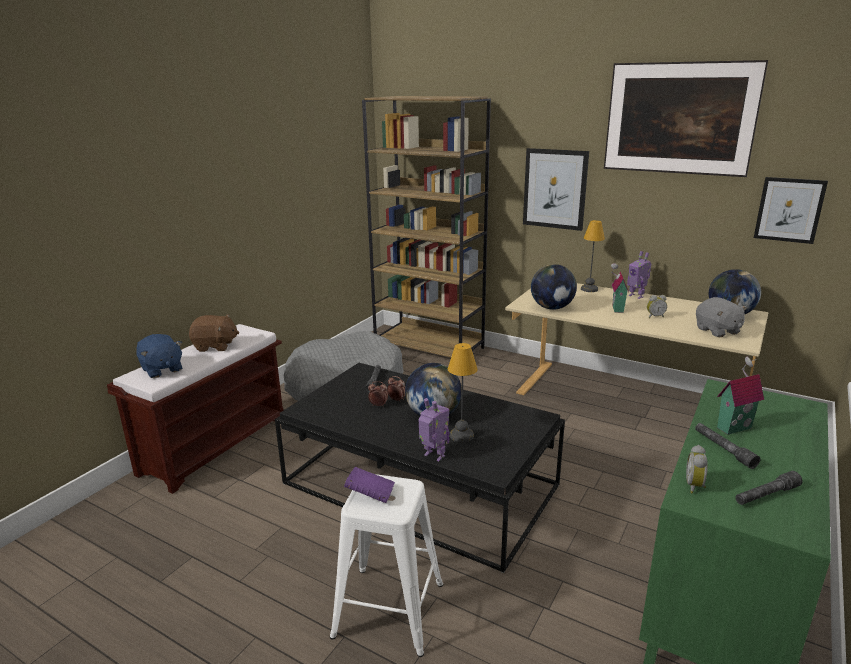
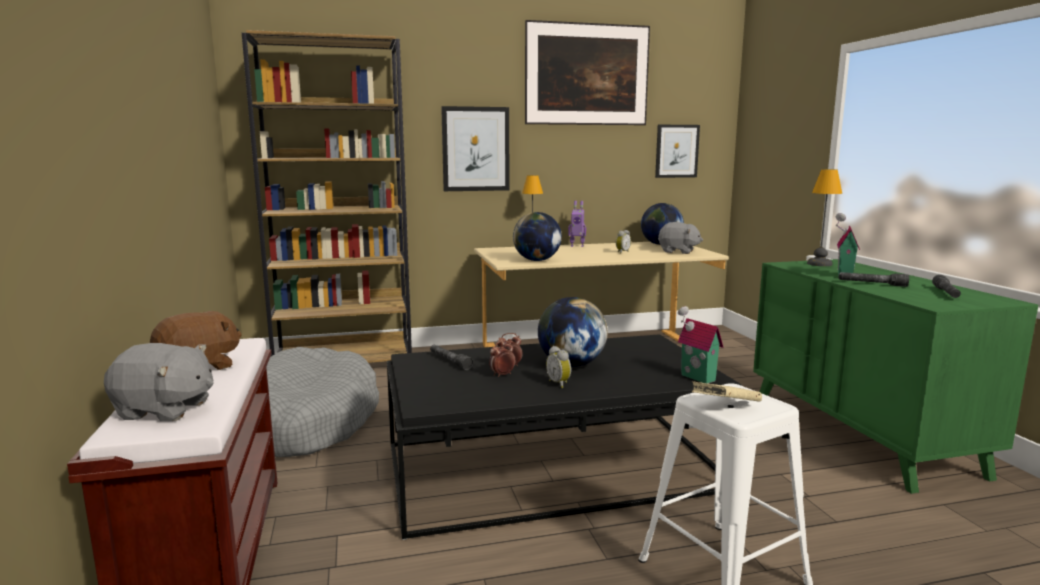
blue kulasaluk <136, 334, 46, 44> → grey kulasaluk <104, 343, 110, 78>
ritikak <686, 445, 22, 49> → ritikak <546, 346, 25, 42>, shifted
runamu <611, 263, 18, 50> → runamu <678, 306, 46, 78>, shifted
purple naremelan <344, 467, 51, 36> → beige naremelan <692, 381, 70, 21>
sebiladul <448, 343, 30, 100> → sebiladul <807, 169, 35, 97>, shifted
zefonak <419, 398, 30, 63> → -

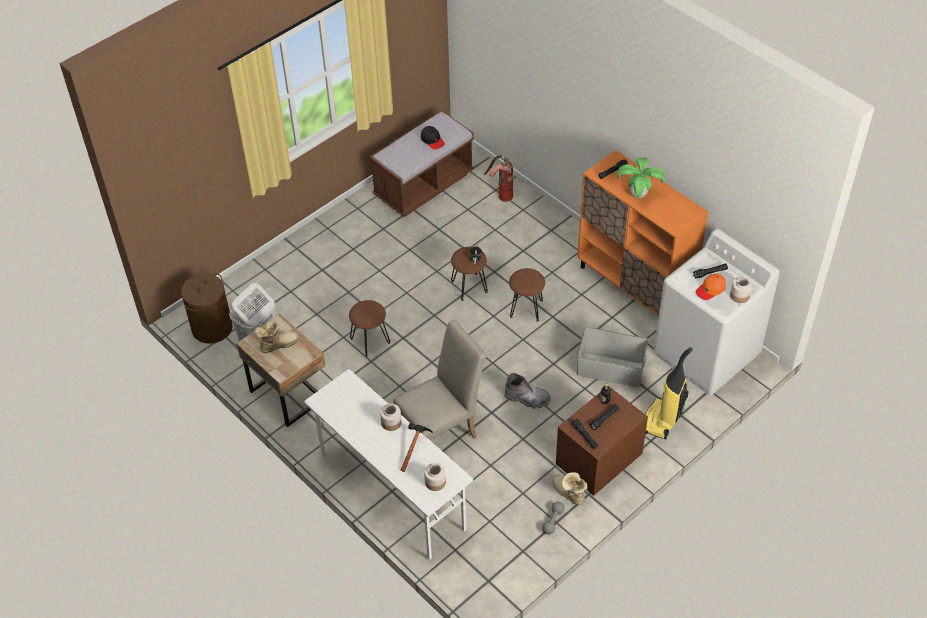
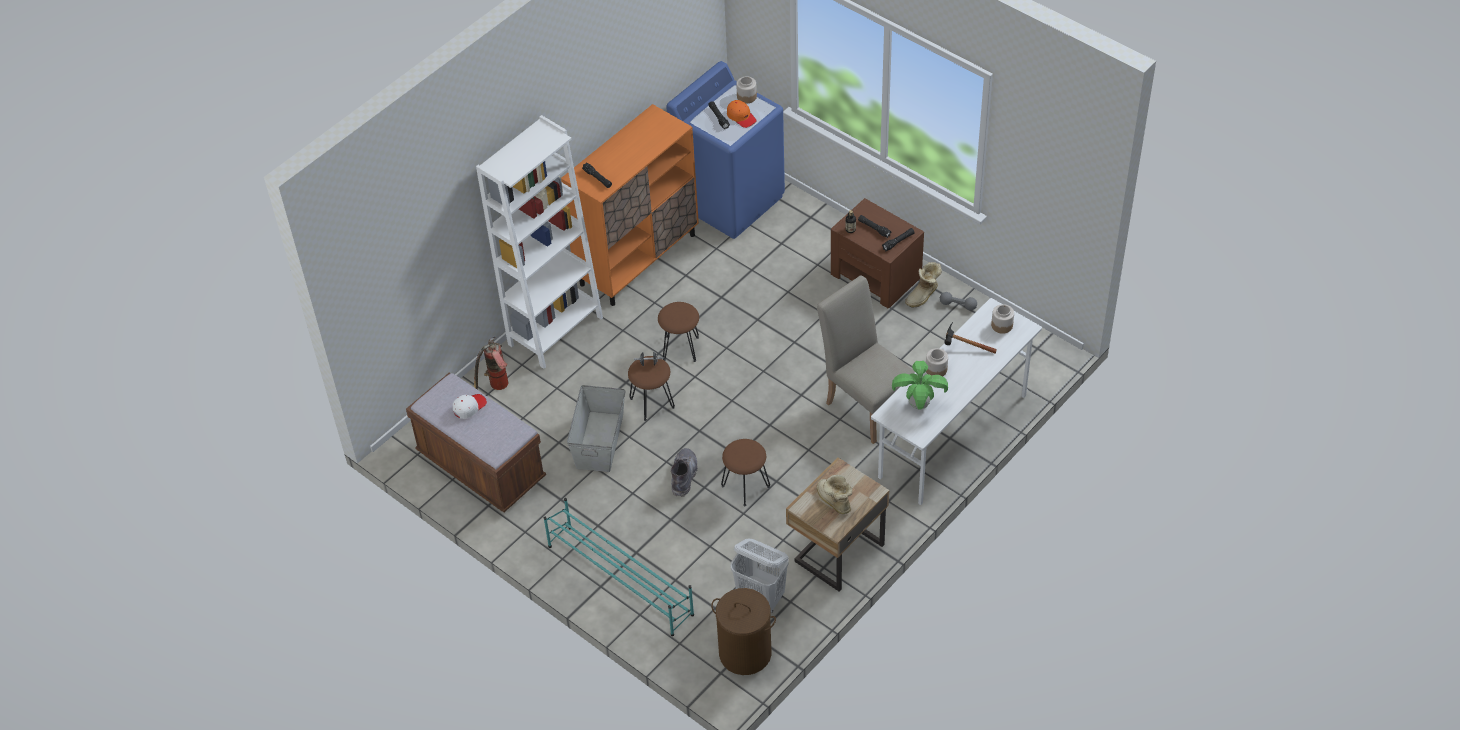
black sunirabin <421, 126, 24, 24> → white sunirabin <453, 394, 34, 25>
- → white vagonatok <476, 115, 127, 254>
- → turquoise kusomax <544, 498, 150, 138>
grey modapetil <577, 327, 72, 60> → grey modapetil <567, 385, 58, 87>, shifted
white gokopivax <654, 229, 126, 167> → blue gokopivax <666, 61, 119, 178>
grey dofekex <504, 373, 47, 36> → grey dofekex <671, 448, 27, 49>, shifted
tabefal <617, 157, 47, 41> → tabefal <892, 361, 56, 49>, shifted
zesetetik <645, 347, 48, 92> → -

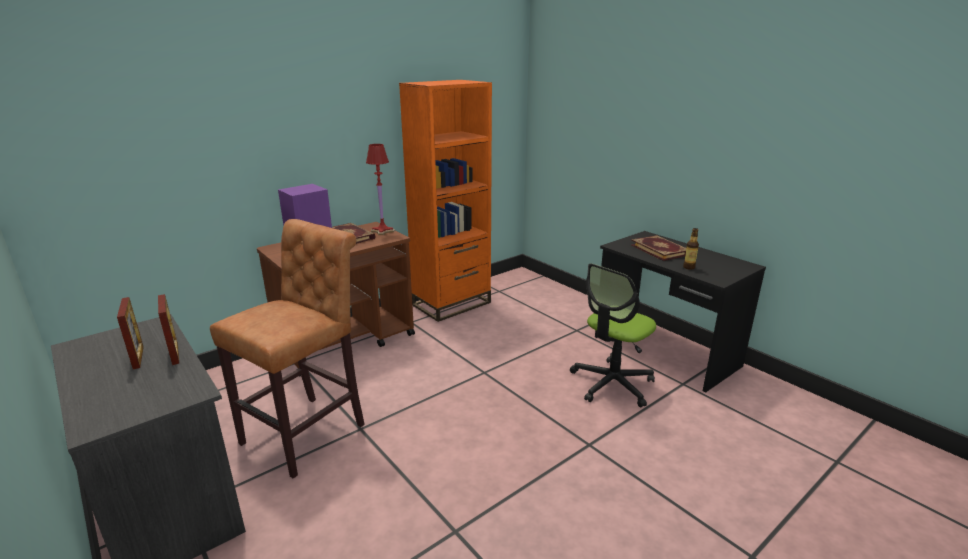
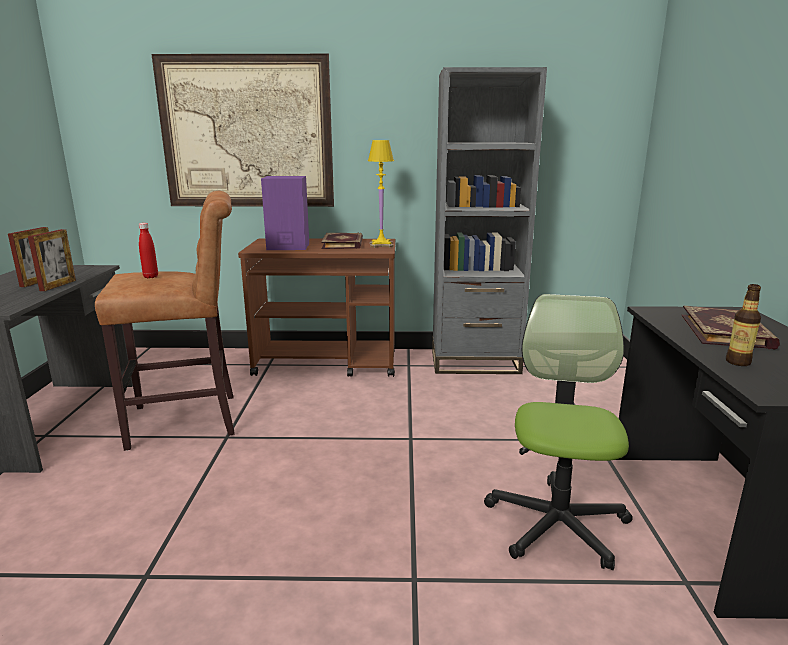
- → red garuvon <139, 223, 19, 55>
- → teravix <151, 54, 183, 153>
red sebiladul <366, 144, 29, 91> → yellow sebiladul <368, 140, 26, 108>
orange vagonatok <399, 80, 93, 242> → grey vagonatok <432, 67, 115, 307>
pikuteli <570, 263, 86, 144> → pikuteli <484, 294, 149, 276>, 105 degrees clockwise

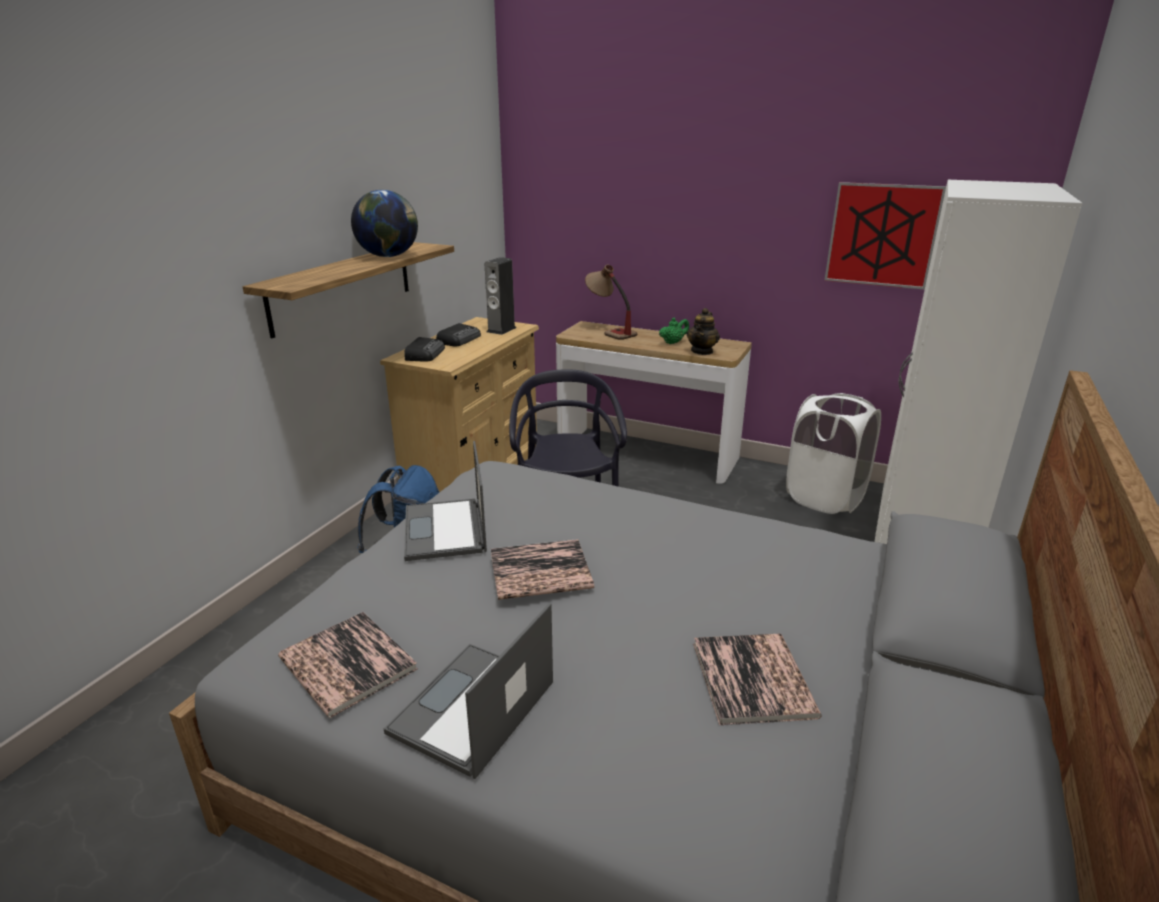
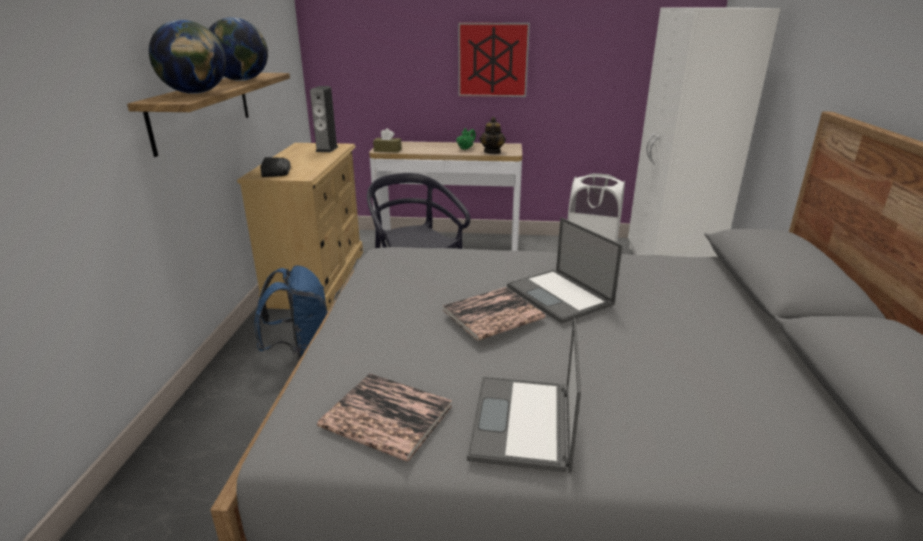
- → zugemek <149, 20, 77, 74>
- → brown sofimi <373, 128, 29, 25>
teravix <824, 182, 122, 108> → teravix <458, 23, 72, 74>, shifted
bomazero <404, 441, 83, 120> → bomazero <507, 217, 116, 107>, shifted
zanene <436, 323, 45, 23> → -
sebiladul <585, 265, 52, 75> → -
naremelan <693, 634, 129, 91> → -

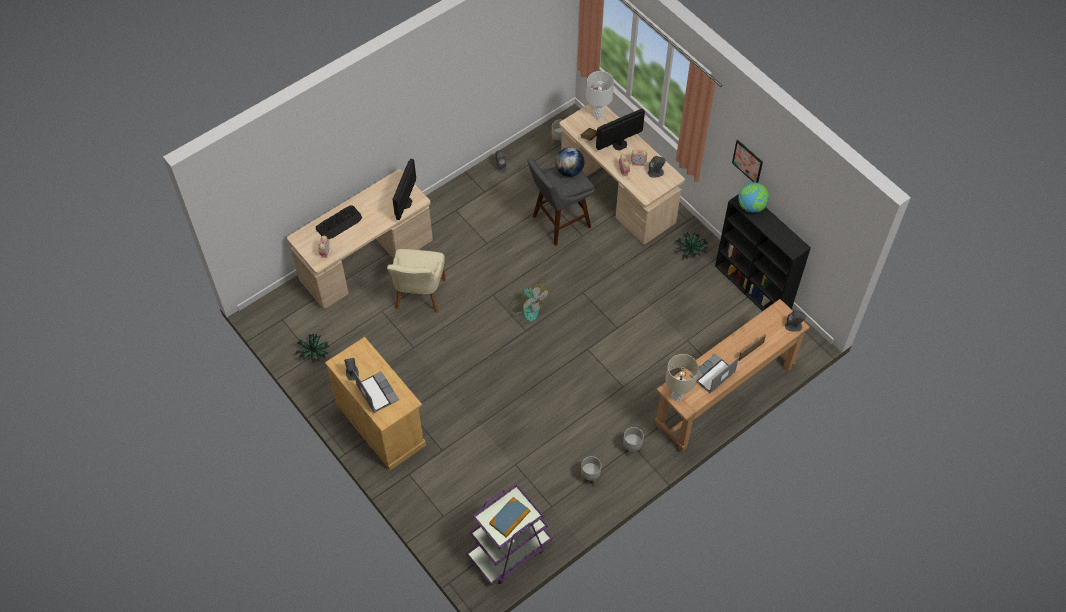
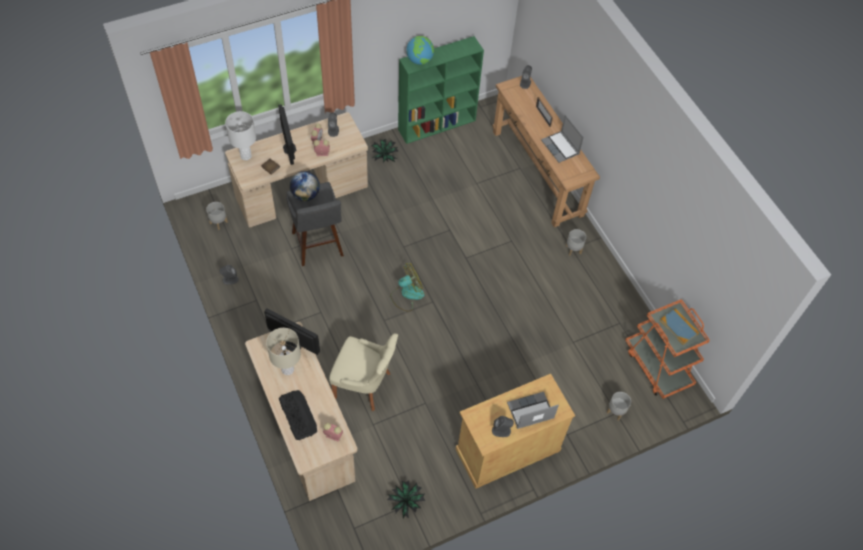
beige sebiladul <665, 354, 34, 47> → beige sebiladul <266, 328, 35, 47>, shifted
black vagonatok <715, 194, 96, 117> → green vagonatok <398, 36, 86, 108>
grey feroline <581, 456, 20, 29> → grey feroline <607, 392, 24, 28>, shifted
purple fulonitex <466, 484, 86, 102> → orange fulonitex <625, 299, 85, 100>
teravix <732, 140, 31, 43> → -

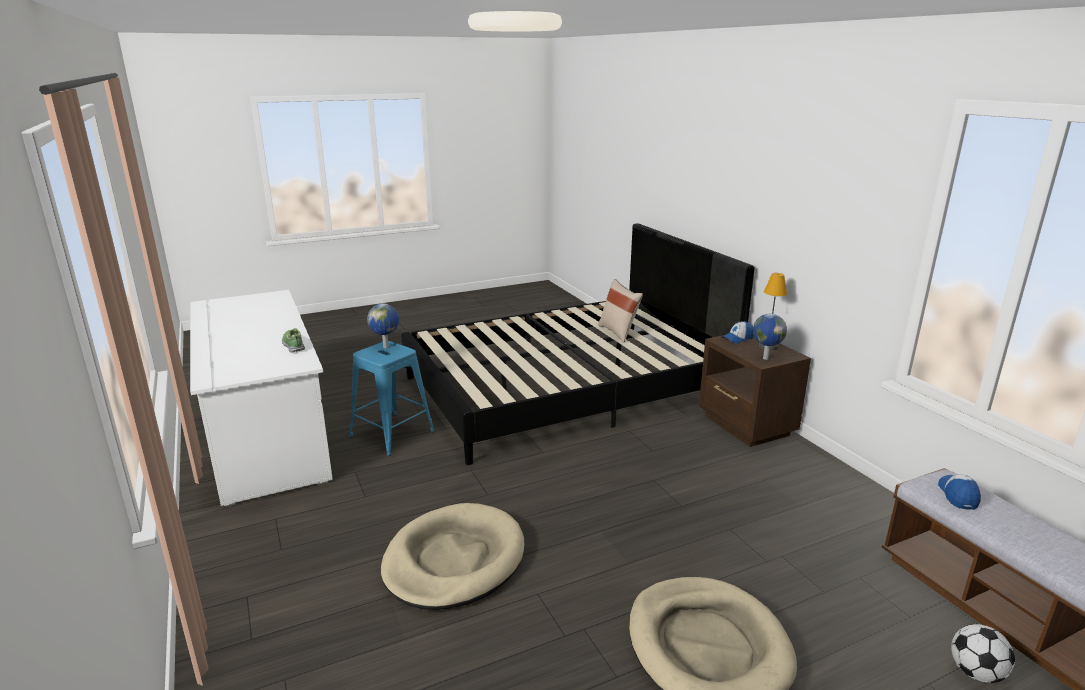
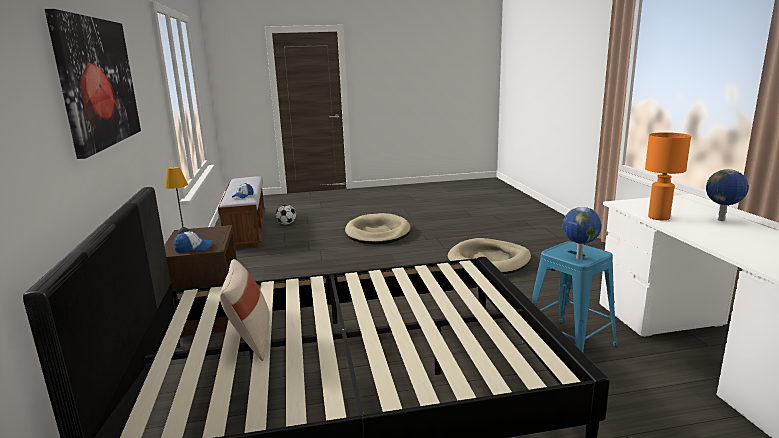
- → teravix <45, 9, 96, 150>
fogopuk <282, 328, 23, 25> → orange sebiladul <645, 132, 46, 88>
zugemek <753, 314, 34, 46> → zugemek <706, 169, 43, 52>, shifted

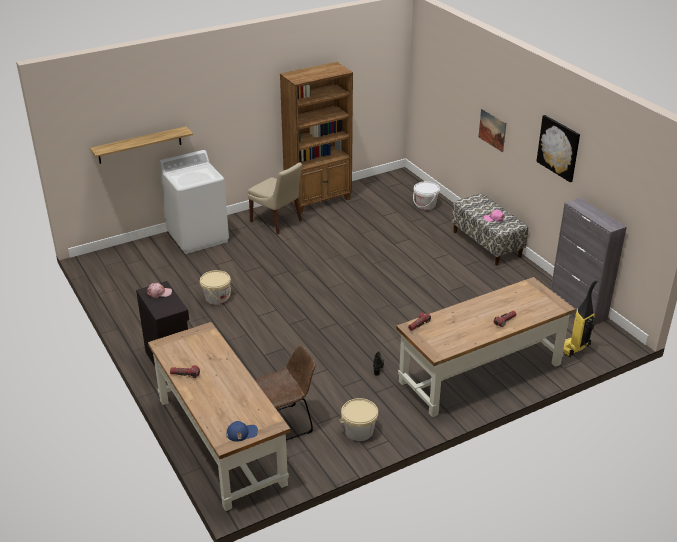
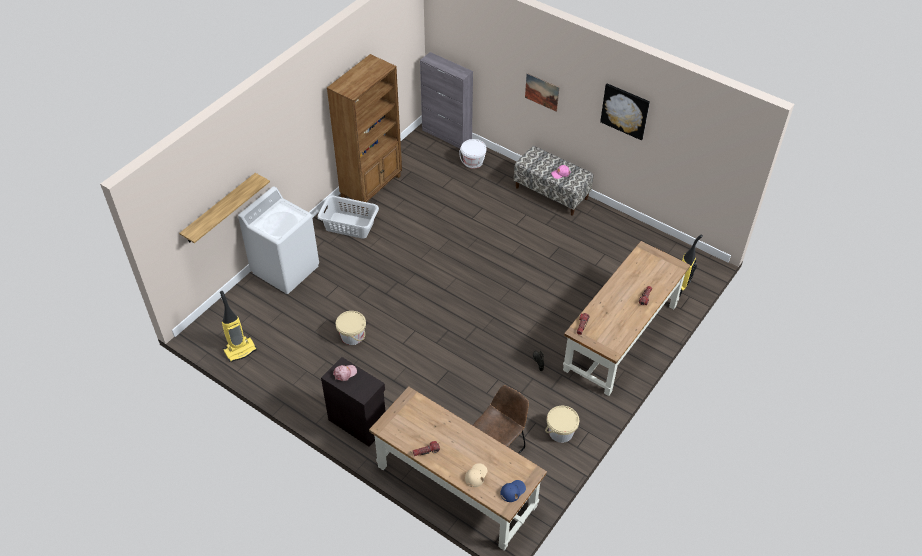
- → zesetetik <220, 291, 37, 71>
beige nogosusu <248, 162, 54, 72> → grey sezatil <318, 195, 61, 44>
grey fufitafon <551, 198, 76, 127> → grey fufitafon <420, 52, 53, 96>, shifted
- → beige sunirabin <465, 463, 23, 24>

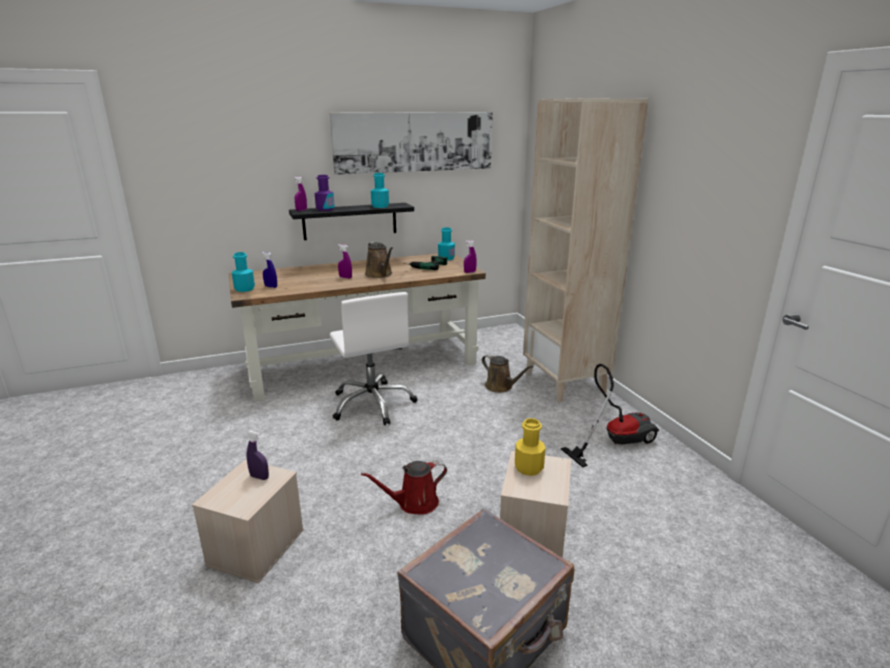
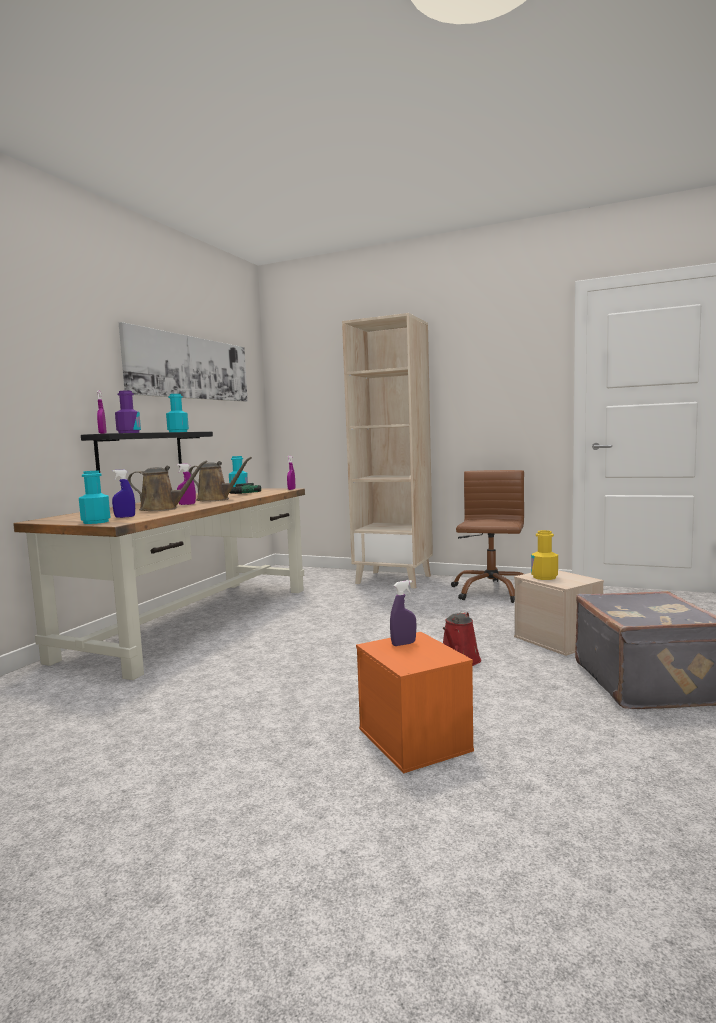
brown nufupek <482, 354, 51, 39> → brown nufupek <128, 460, 80, 51>, shifted
beige modapetil <192, 459, 112, 124> → orange modapetil <356, 632, 118, 141>
zesetetik <561, 364, 98, 104> → brown pikuteli <451, 470, 73, 133>
white pikuteli <330, 292, 87, 133> → -

